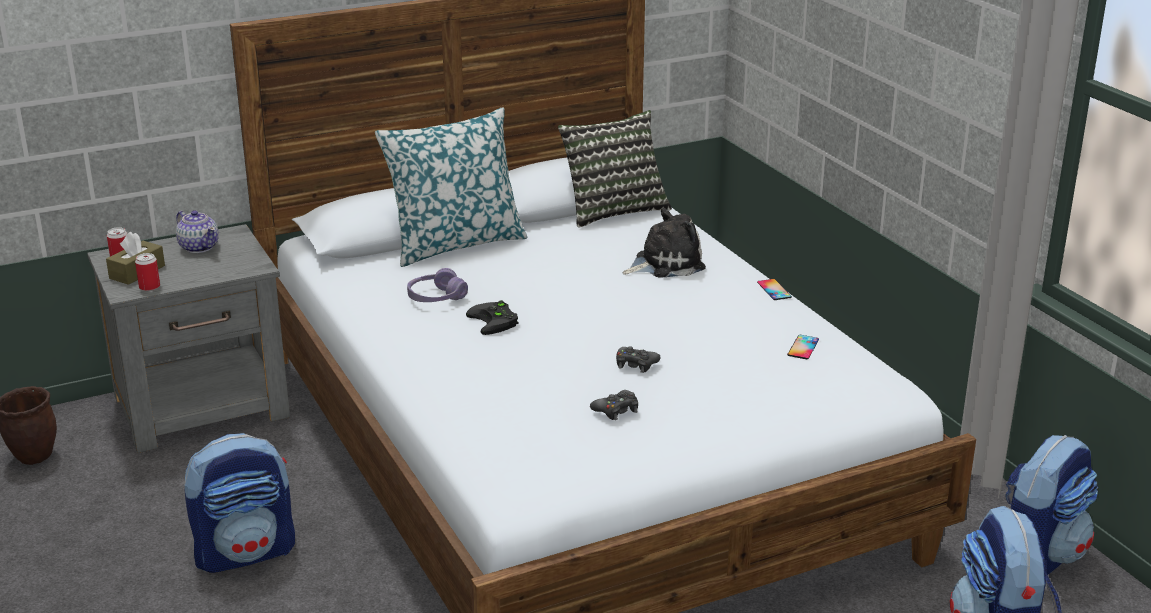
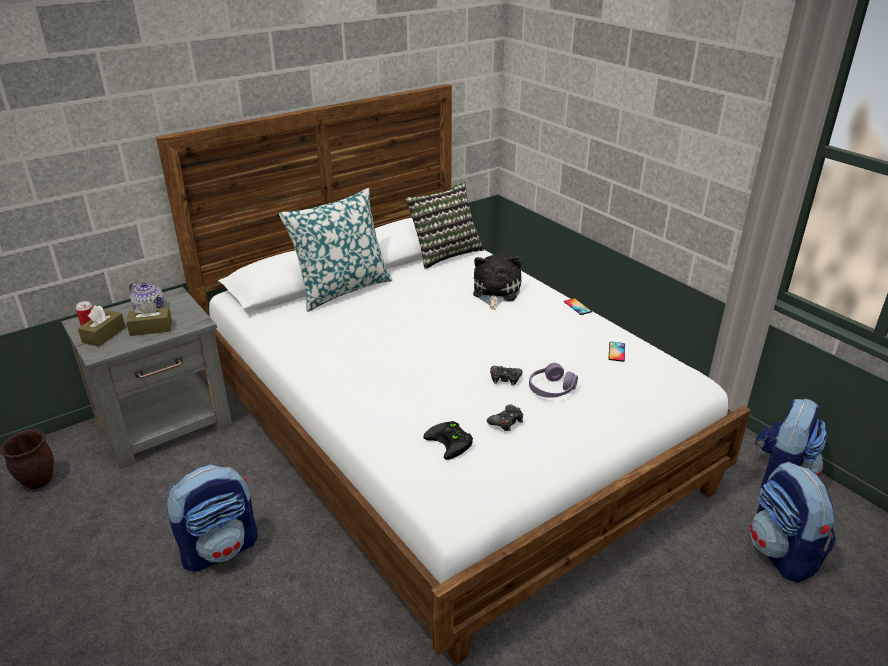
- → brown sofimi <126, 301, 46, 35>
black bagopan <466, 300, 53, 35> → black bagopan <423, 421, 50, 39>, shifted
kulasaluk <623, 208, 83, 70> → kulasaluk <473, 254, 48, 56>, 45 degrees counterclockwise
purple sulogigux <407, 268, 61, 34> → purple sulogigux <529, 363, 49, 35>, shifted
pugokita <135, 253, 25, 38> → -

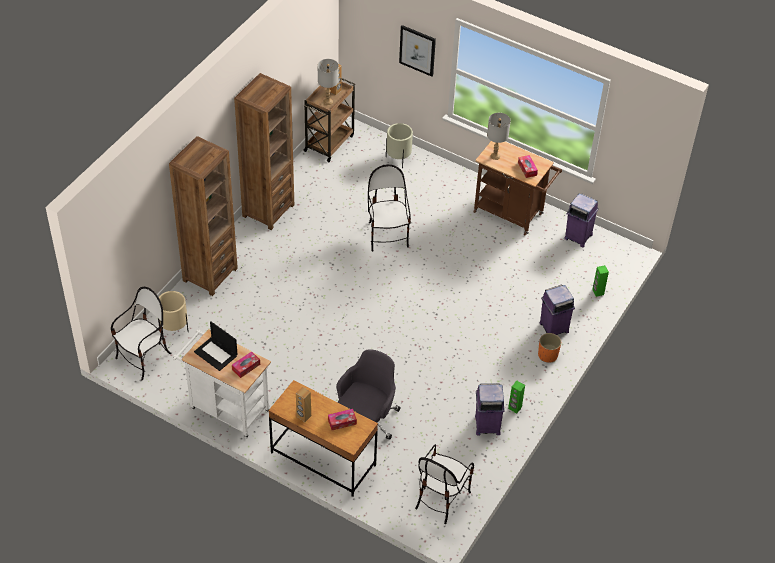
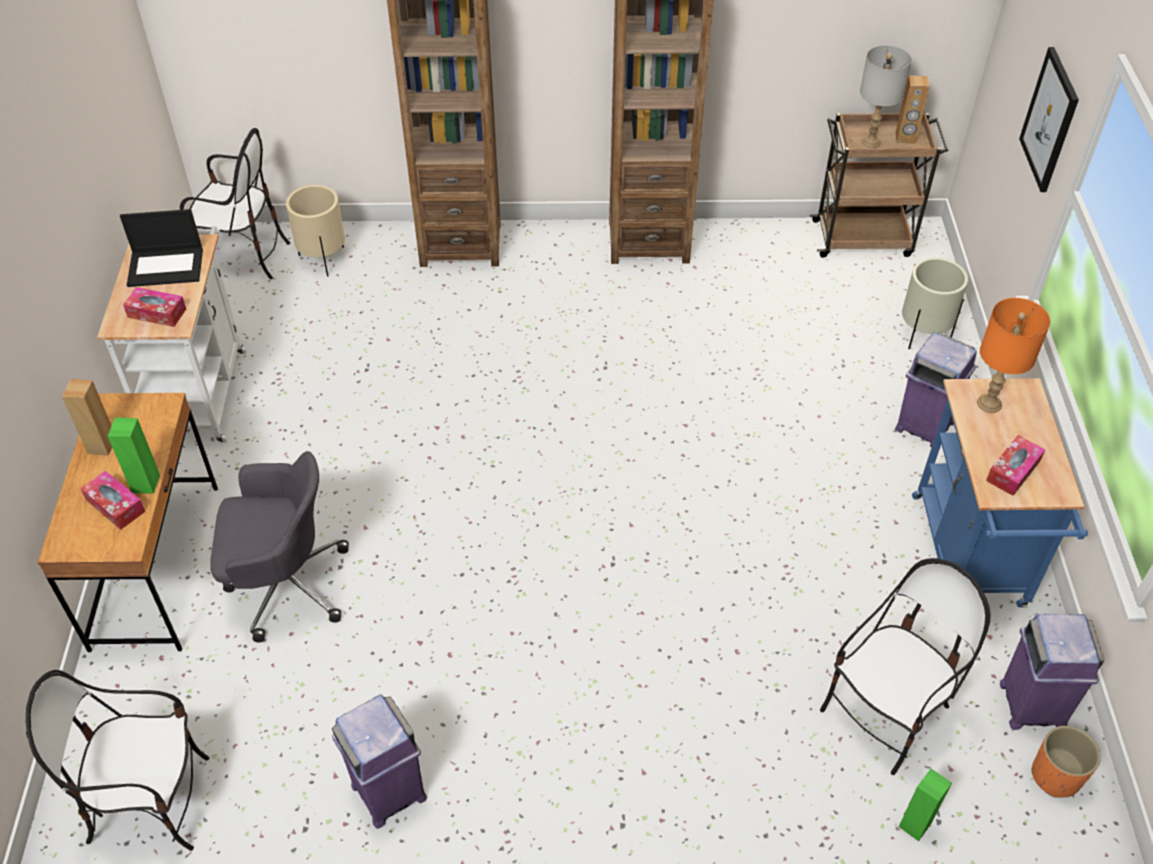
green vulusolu <508, 381, 17, 32> → green vulusolu <108, 417, 52, 77>, shifted
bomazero <194, 321, 44, 50> → bomazero <120, 209, 83, 78>, 105 degrees counterclockwise
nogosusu <368, 164, 43, 88> → nogosusu <820, 558, 171, 217>, shifted
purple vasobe <540, 284, 35, 51> → purple vasobe <895, 332, 82, 116>, shifted
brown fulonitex <474, 141, 88, 95> → blue fulonitex <912, 378, 176, 230>
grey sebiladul <487, 113, 24, 47> → orange sebiladul <977, 298, 73, 115>
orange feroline <538, 333, 23, 29> → orange feroline <1031, 726, 70, 72>, shifted

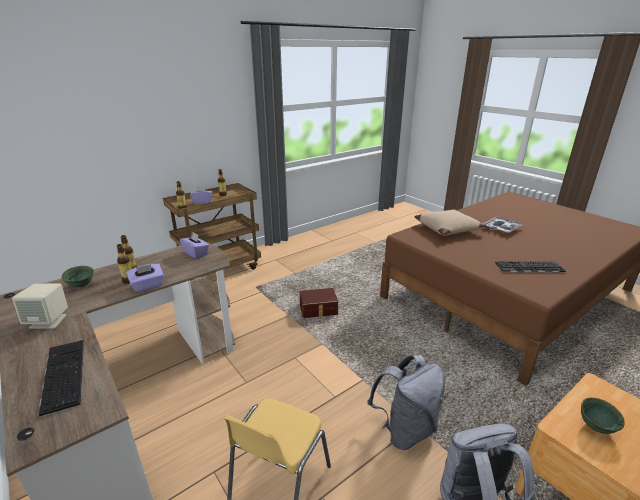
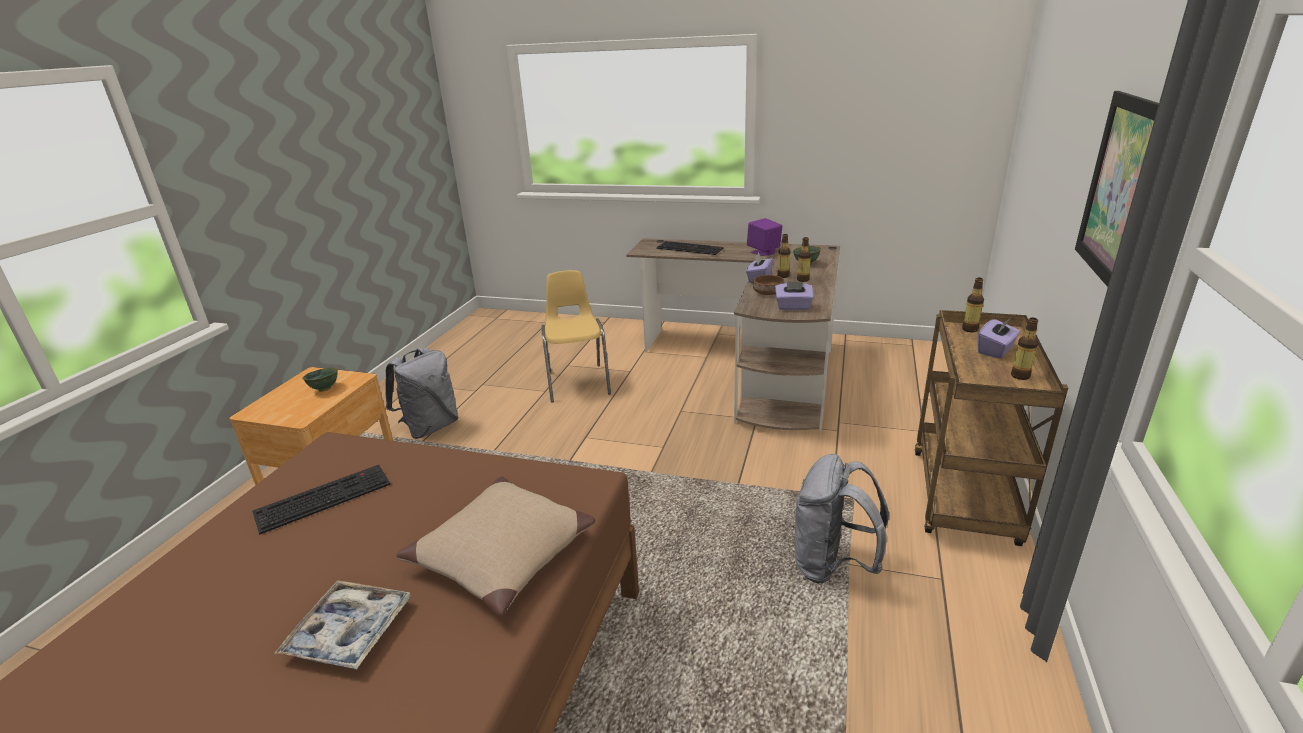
beige vulusolu <12, 284, 56, 45> → purple vulusolu <747, 218, 35, 38>
- → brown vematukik <753, 275, 31, 20>
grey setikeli <367, 355, 78, 95> → grey setikeli <795, 454, 94, 129>, shifted
- → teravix <1075, 91, 84, 196>
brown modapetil <299, 288, 39, 30> → -

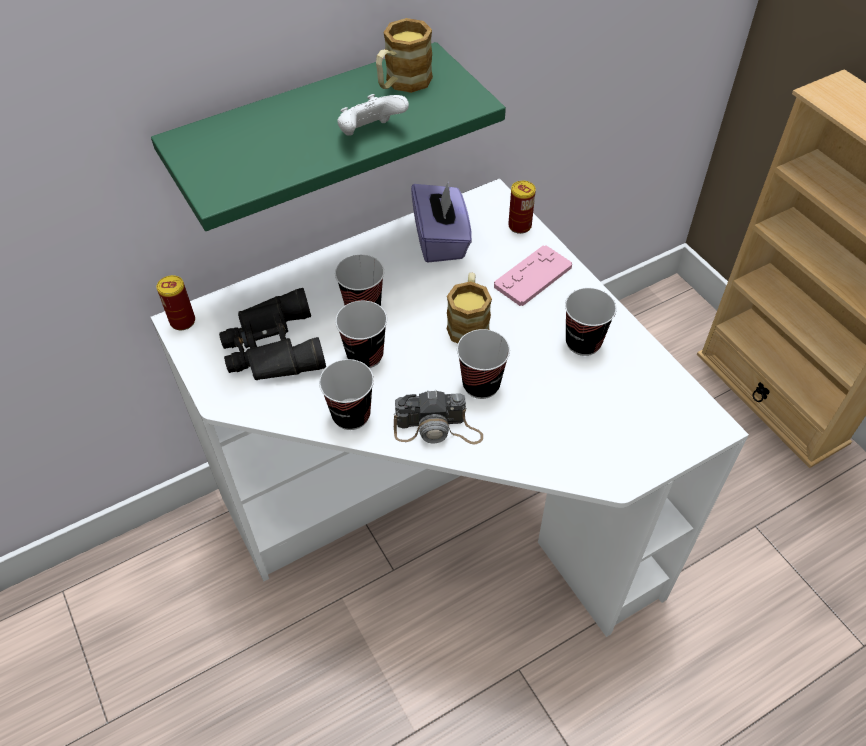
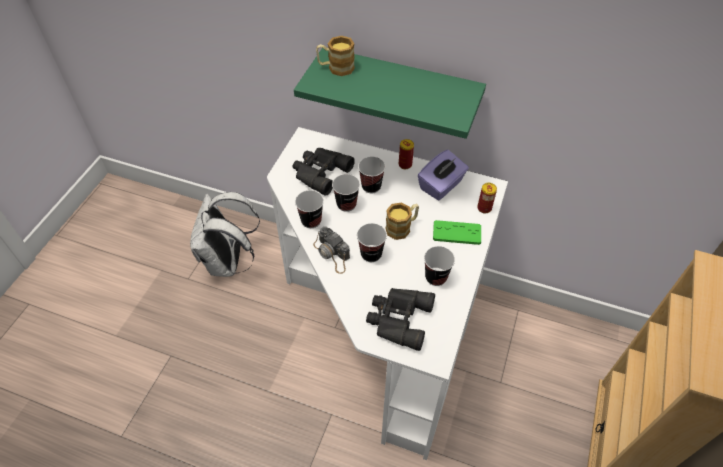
- → white setikeli <190, 192, 70, 85>
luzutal <376, 18, 57, 75> → luzutal <316, 36, 39, 40>, shifted
- → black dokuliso <366, 288, 69, 63>
pugokita <157, 275, 38, 55> → pugokita <399, 139, 15, 30>, shifted
pink bagopan <494, 245, 78, 61> → green bagopan <433, 220, 48, 25>
white bagopan <337, 94, 72, 42> → -

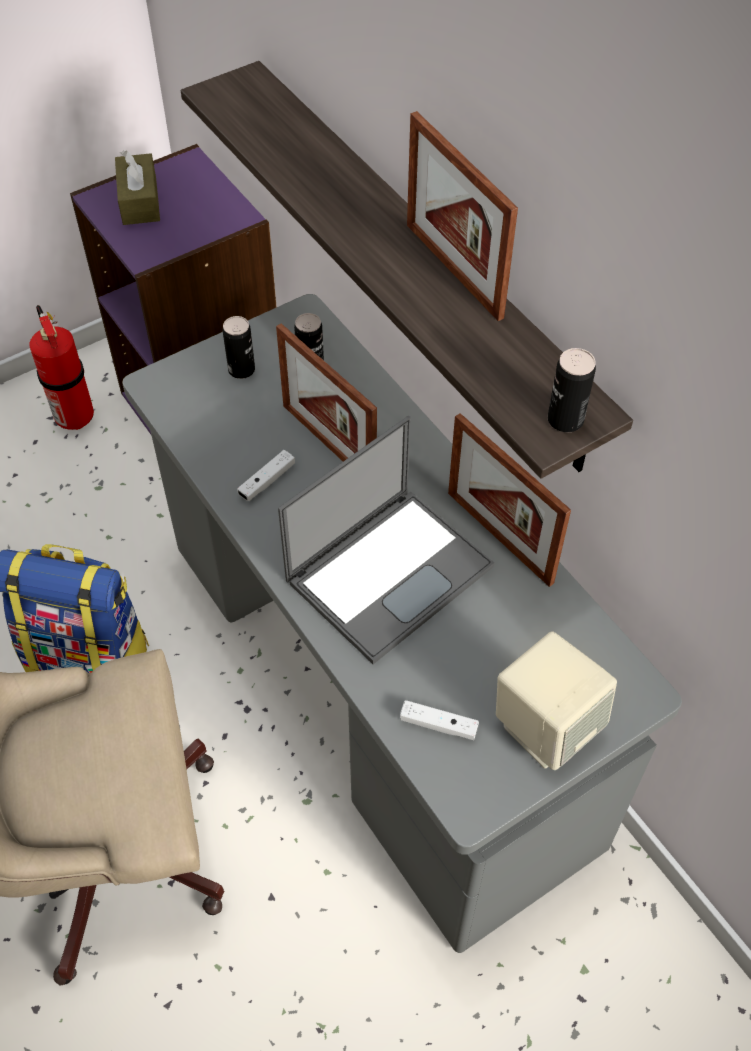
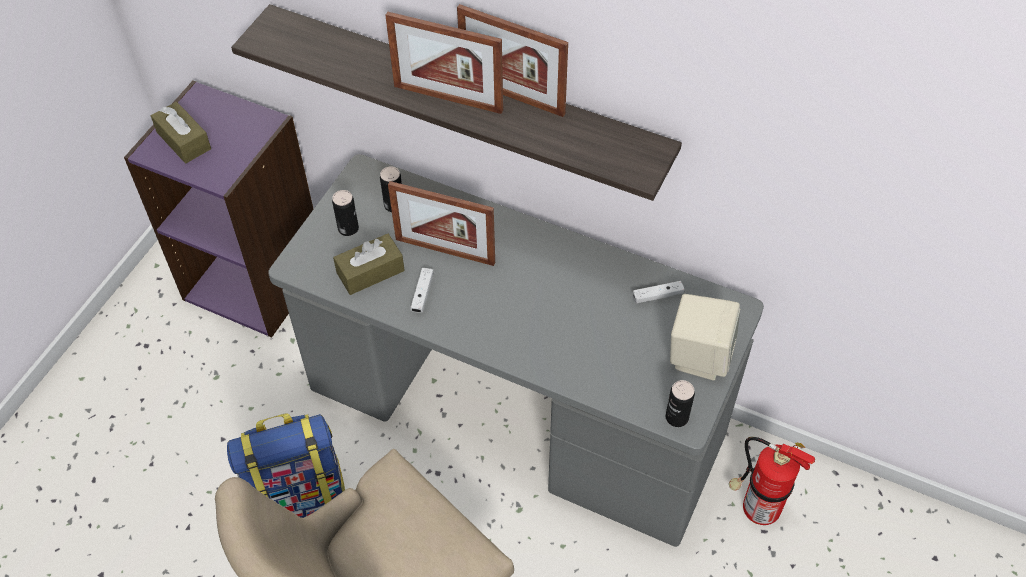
- → brown sofimi <333, 234, 72, 61>
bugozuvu <448, 413, 123, 174> → bugozuvu <385, 11, 118, 103>, shifted
white bagopan <400, 700, 79, 40> → white bagopan <633, 281, 51, 22>, shifted
pugokita <548, 348, 48, 84> → pugokita <666, 380, 29, 47>, shifted
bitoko <29, 305, 65, 125> → bitoko <729, 437, 86, 88>, shifted
bomazero <278, 416, 216, 248> → -

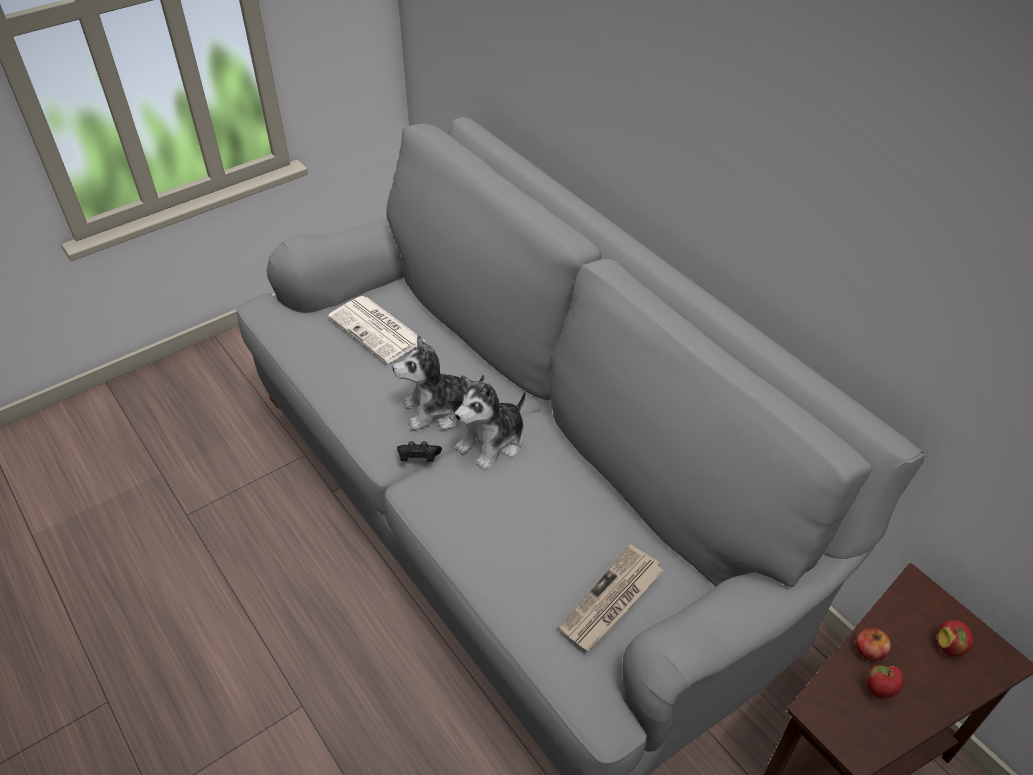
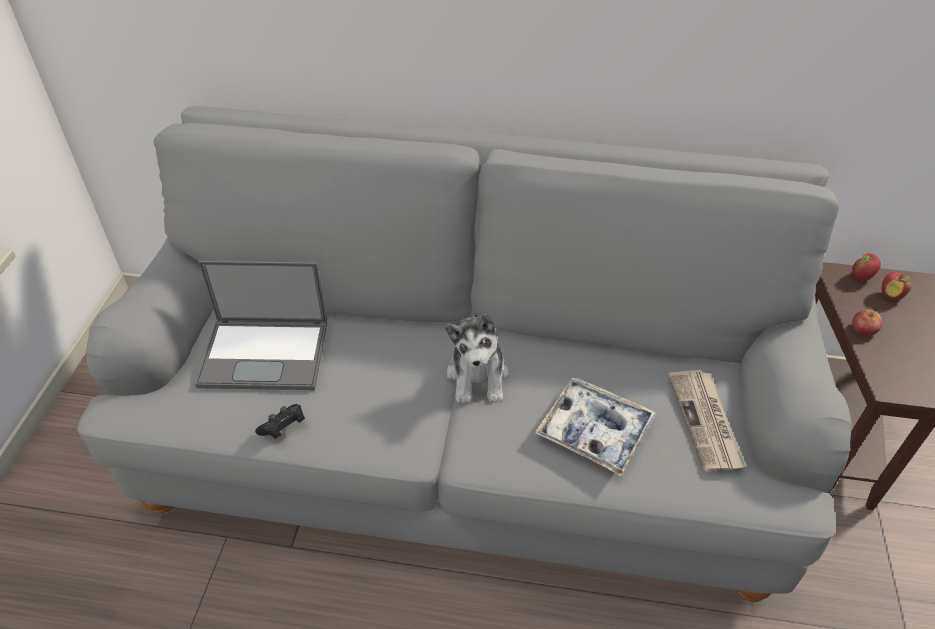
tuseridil <328, 296, 97, 67> → bomazero <195, 261, 133, 129>
black bagopan <397, 441, 45, 21> → black bagopan <255, 404, 50, 35>, shifted
- → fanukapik <534, 377, 122, 99>
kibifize <867, 665, 37, 33> → kibifize <852, 253, 29, 28>, shifted
kulasaluk <393, 335, 91, 95> → -

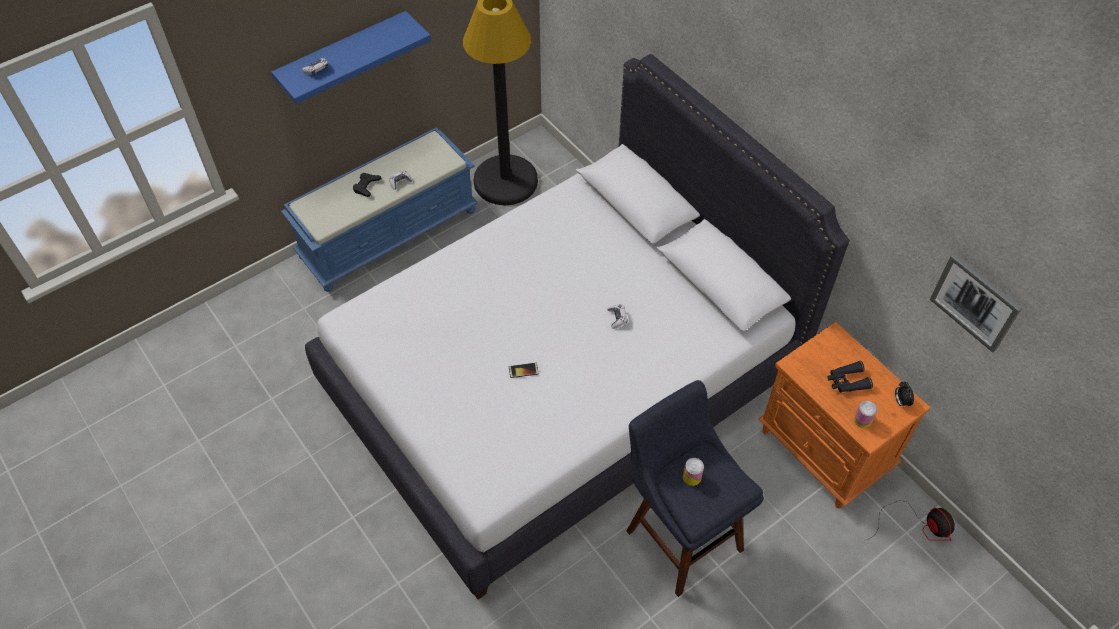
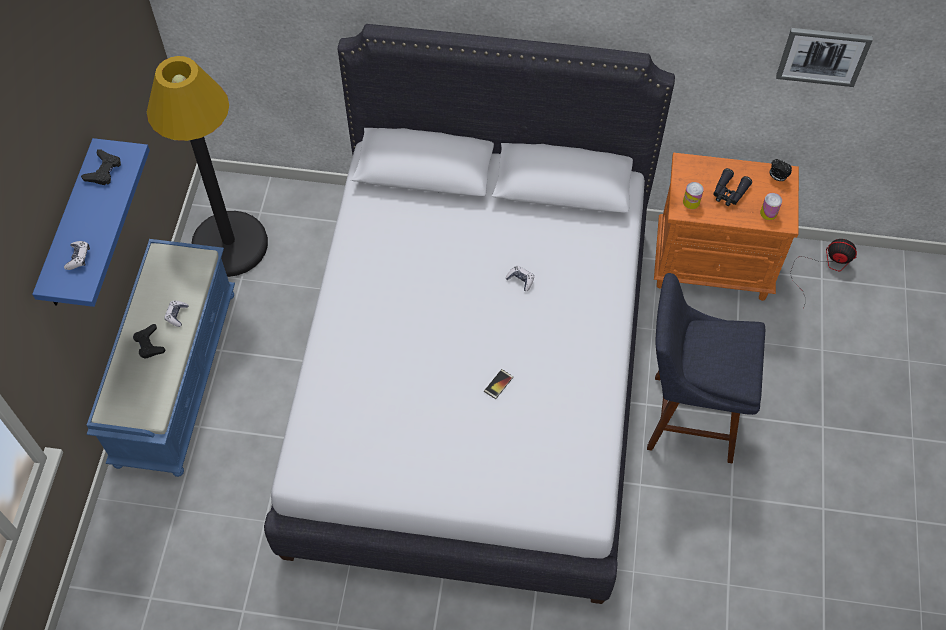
- → black bagopan <81, 150, 40, 35>
pugokita <683, 458, 21, 28> → pugokita <683, 182, 21, 27>, shifted

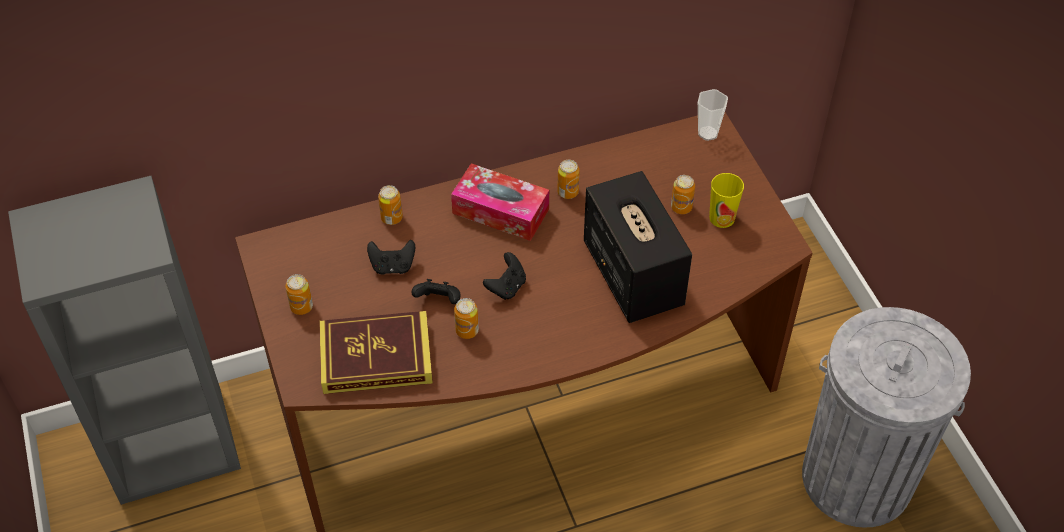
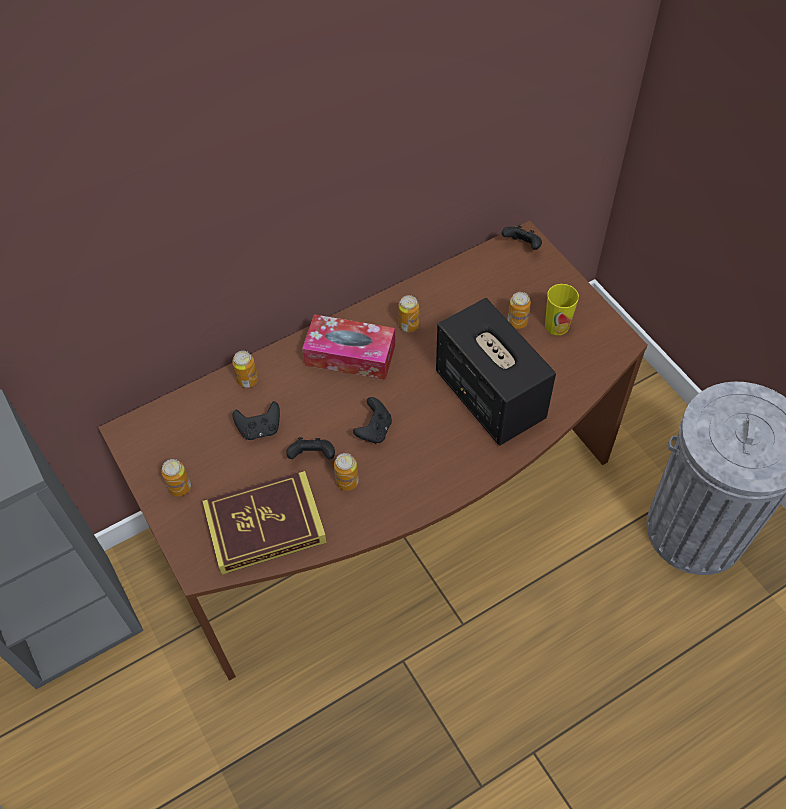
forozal <698, 89, 30, 52> → black bagopan <502, 225, 40, 25>

